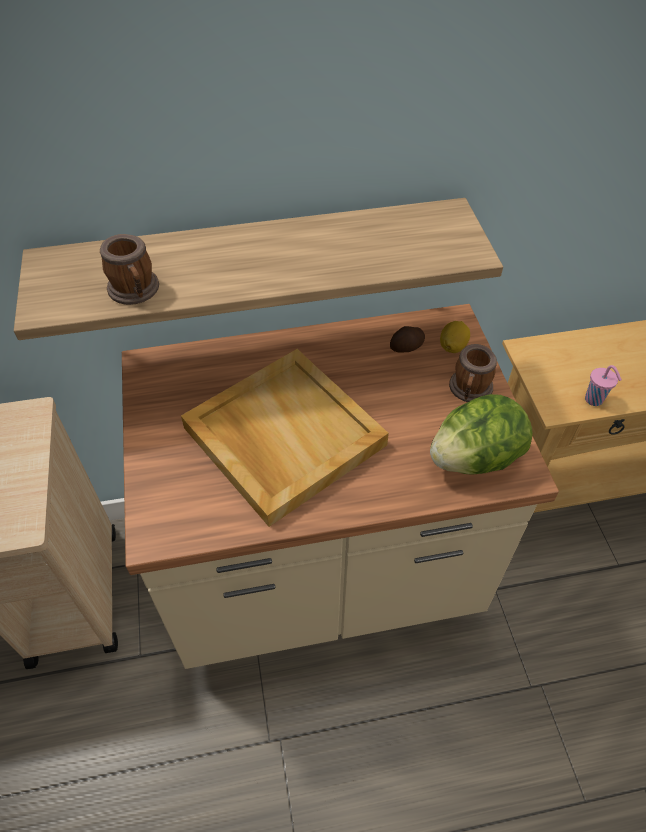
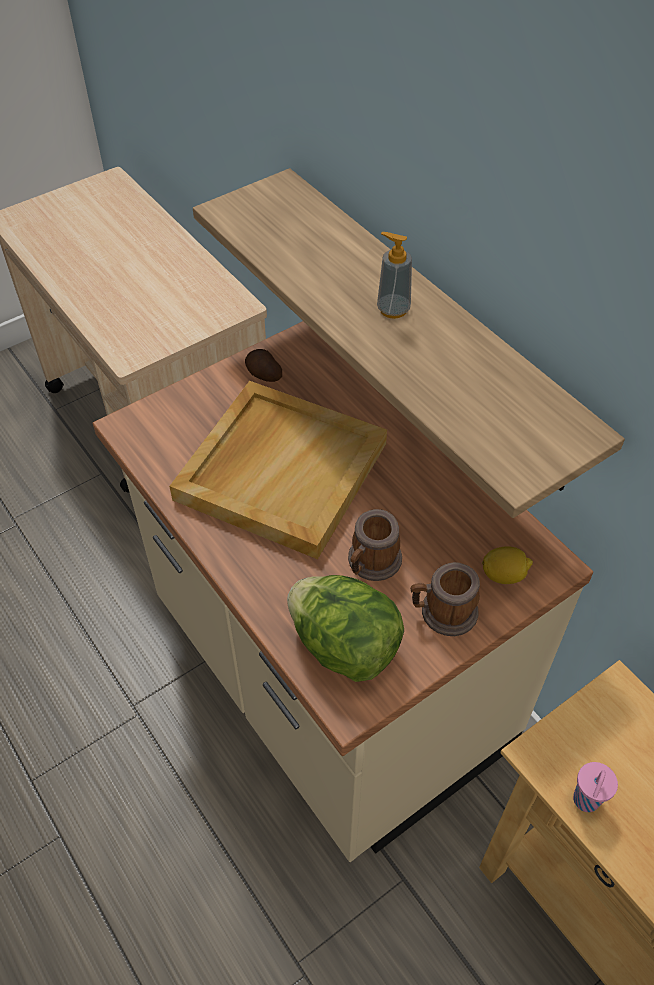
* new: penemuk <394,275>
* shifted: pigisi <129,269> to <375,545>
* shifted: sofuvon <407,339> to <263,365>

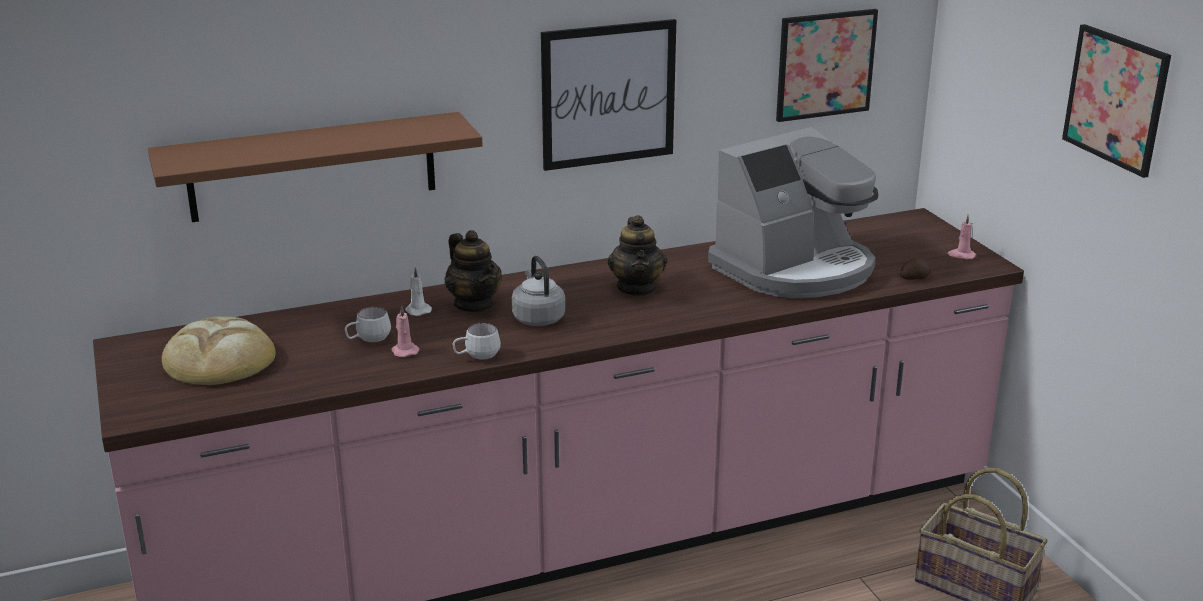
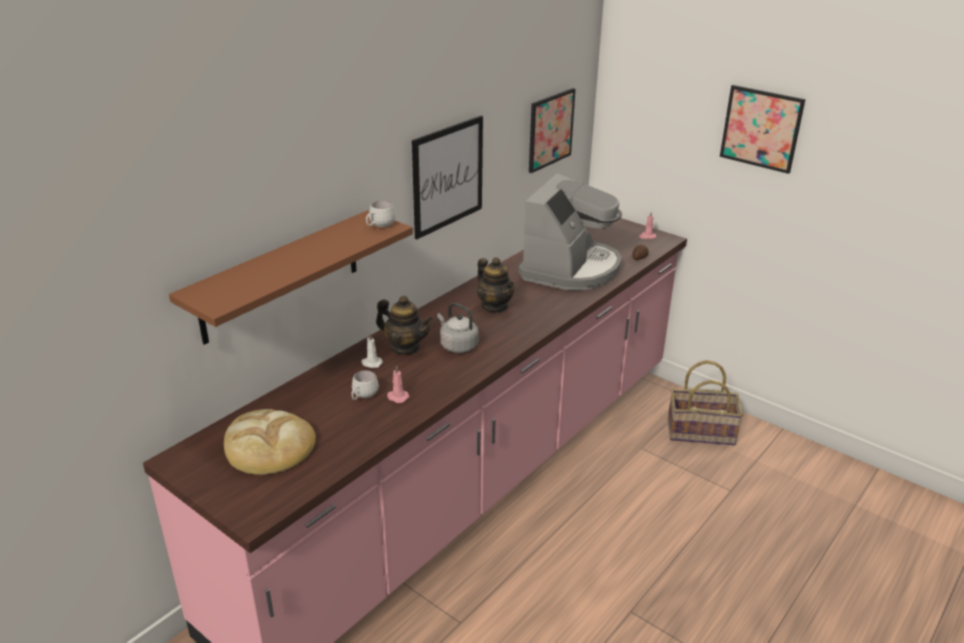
* shifted: pigisi (white) <477,341> to <381,214>

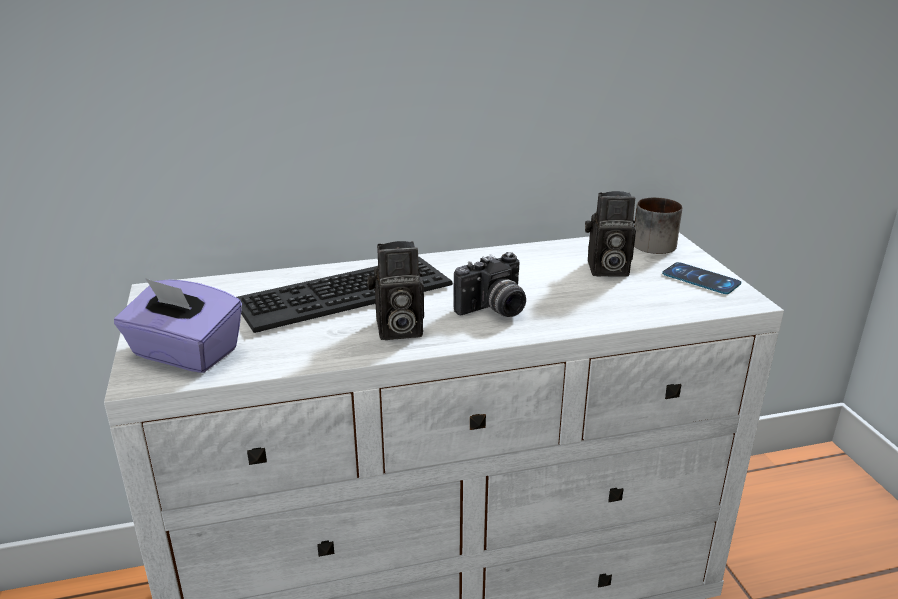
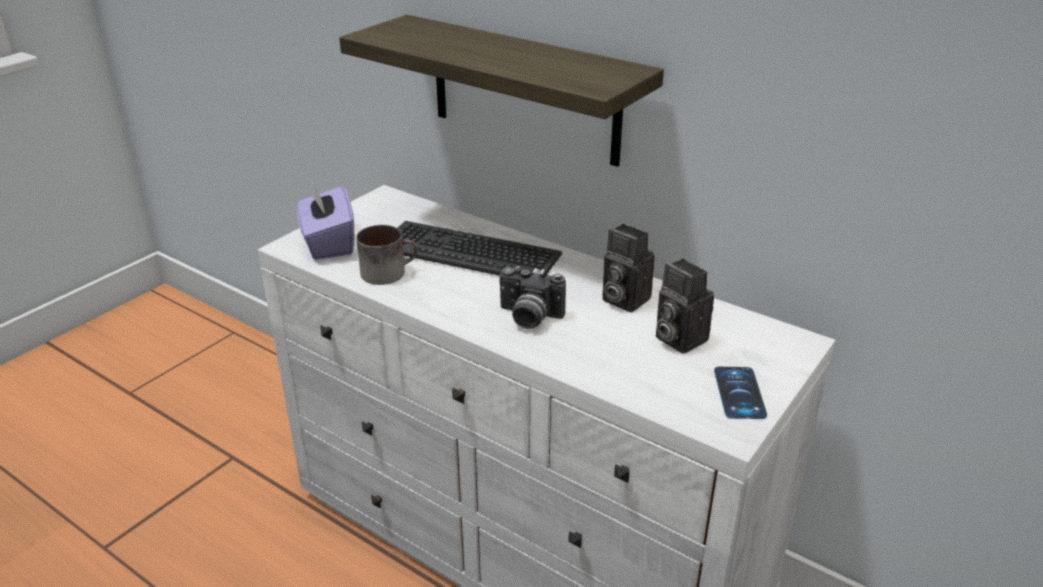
* new: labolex <501,91>
* shifted: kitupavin <395,290> to <628,268>
* shifted: pigisi <658,225> to <387,255>

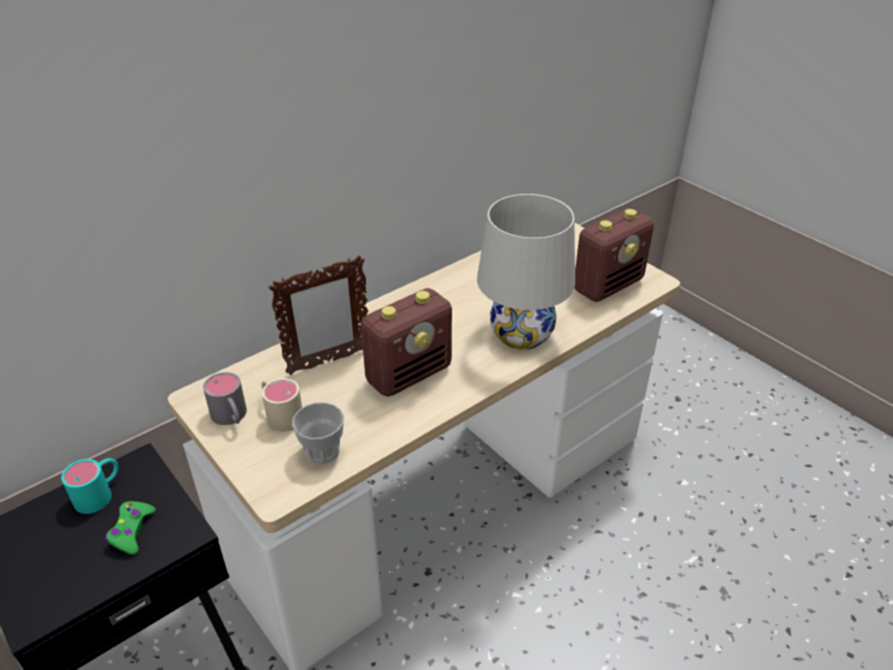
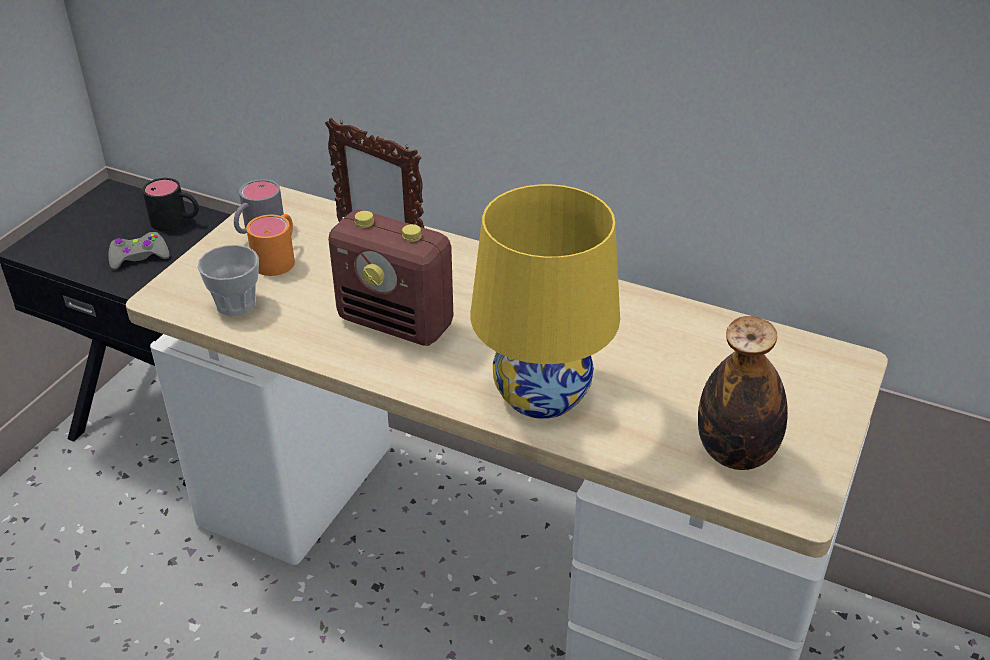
* swapped: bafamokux <614,255> to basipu <743,393>
* repainted: pigisi (turquoise) <90,486> to pigisi (black) <170,204>
* repainted: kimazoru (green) <131,528> to kimazoru (grey) <139,251>
* repainted: pigisi (beige) <281,405> to pigisi (orange) <270,245>
* repainted: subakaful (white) <526,272> to subakaful (yellow) <545,301>

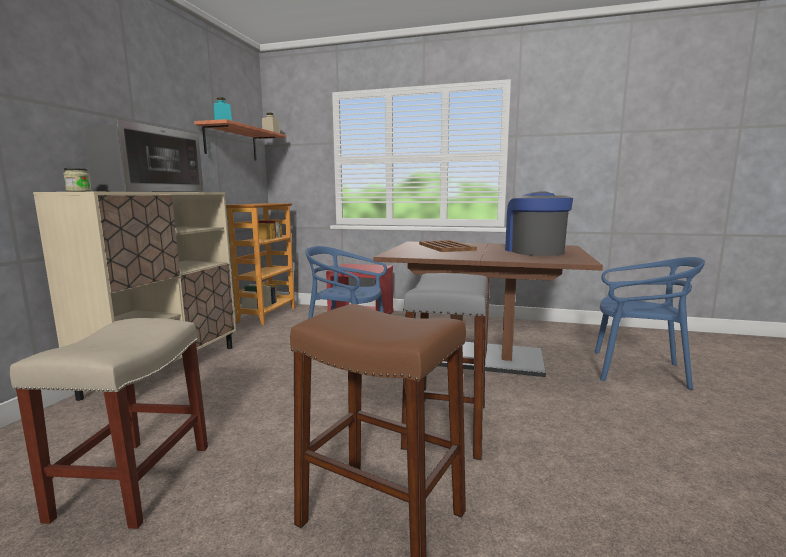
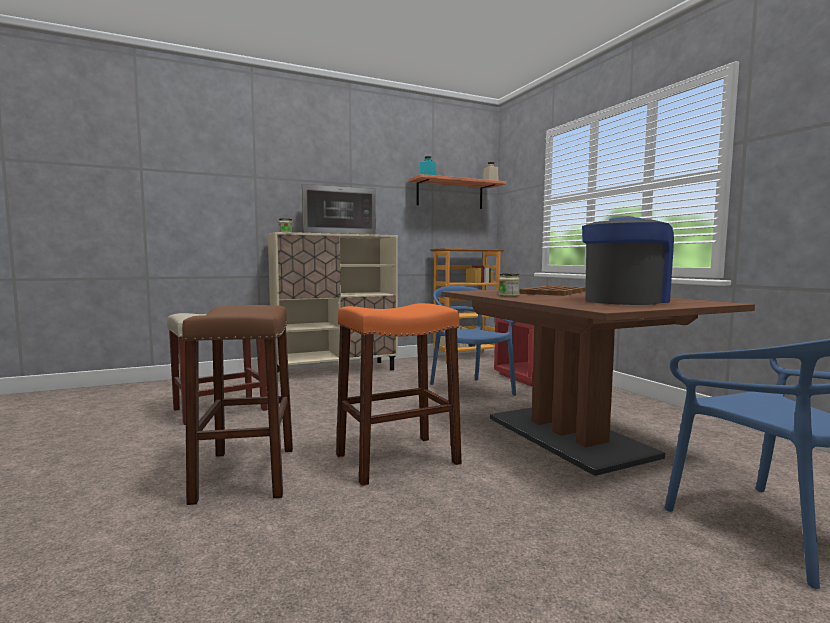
* new: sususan <509,284>
* repainted: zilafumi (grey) <444,366> to zilafumi (orange) <399,394>

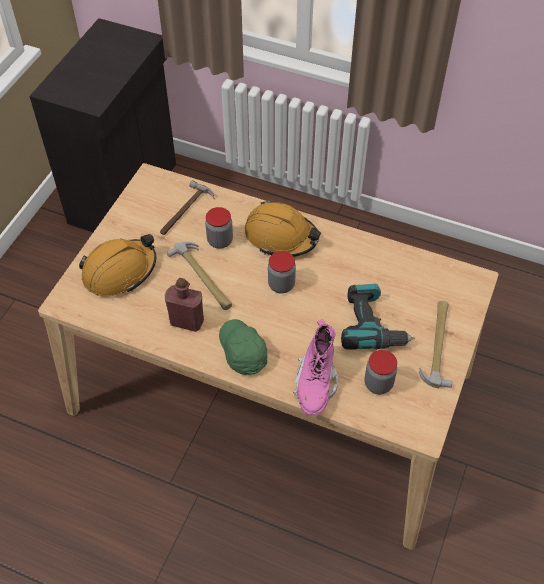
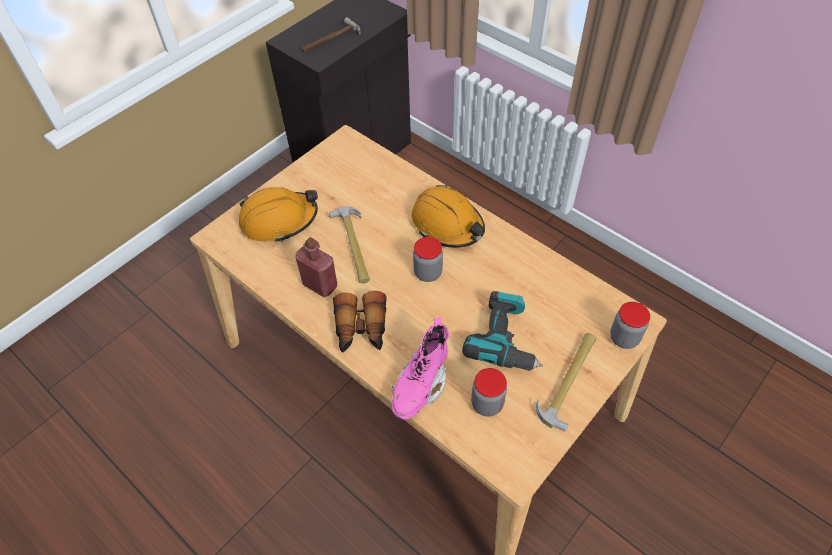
* shifted: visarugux <187,207> to <331,34>
* shifted: sususan <219,228> to <630,325>
* swapped: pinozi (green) <243,347> to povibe <360,321>

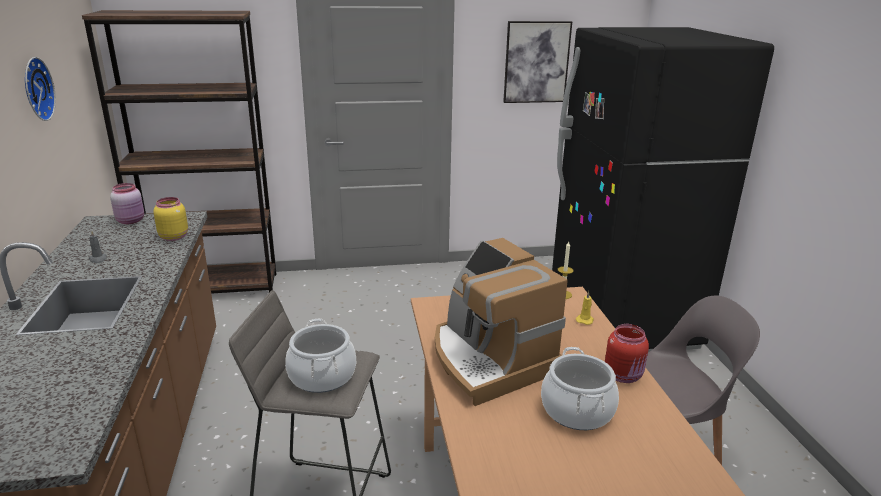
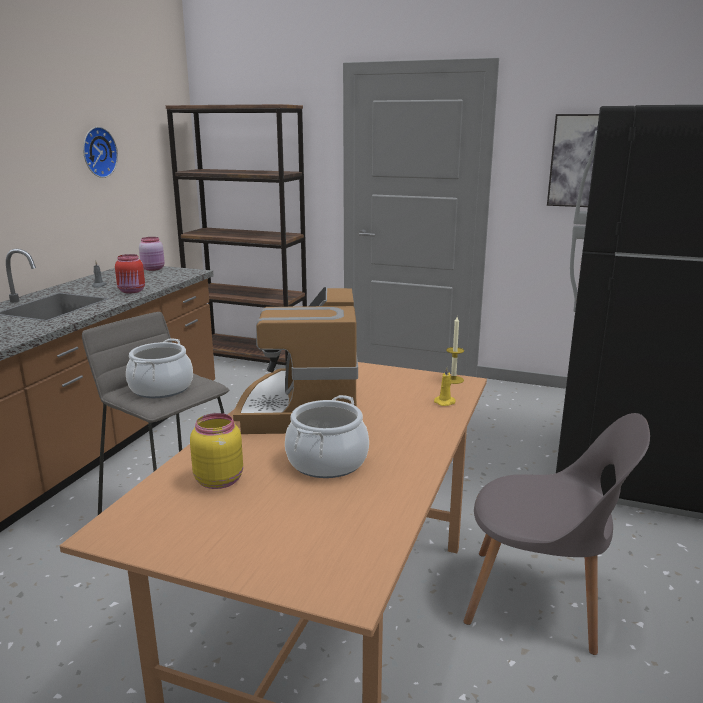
* shifted: sususan (yellow) <170,219> to <216,451>
* shifted: sususan (red) <627,353> to <130,274>

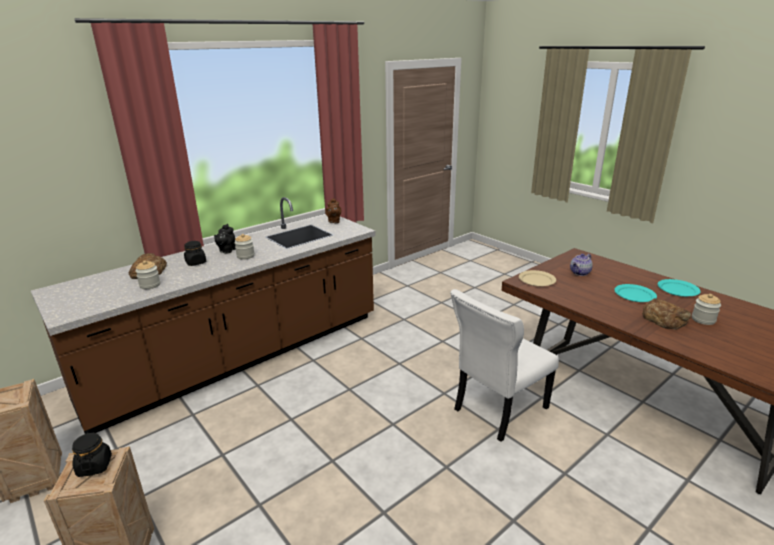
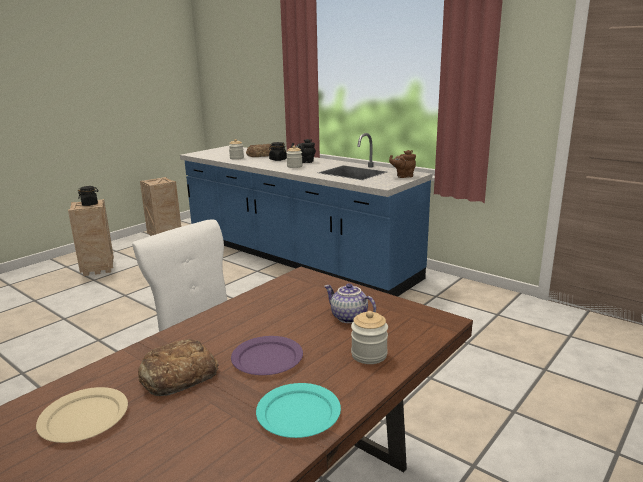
* shifted: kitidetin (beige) <537,278> to <82,415>
* shifted: sususan <706,309> to <369,337>
* repainted: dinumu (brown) <203,315> to dinumu (blue) <306,215>
* repainted: kitidetin (turquoise) <635,293> to kitidetin (purple) <267,355>

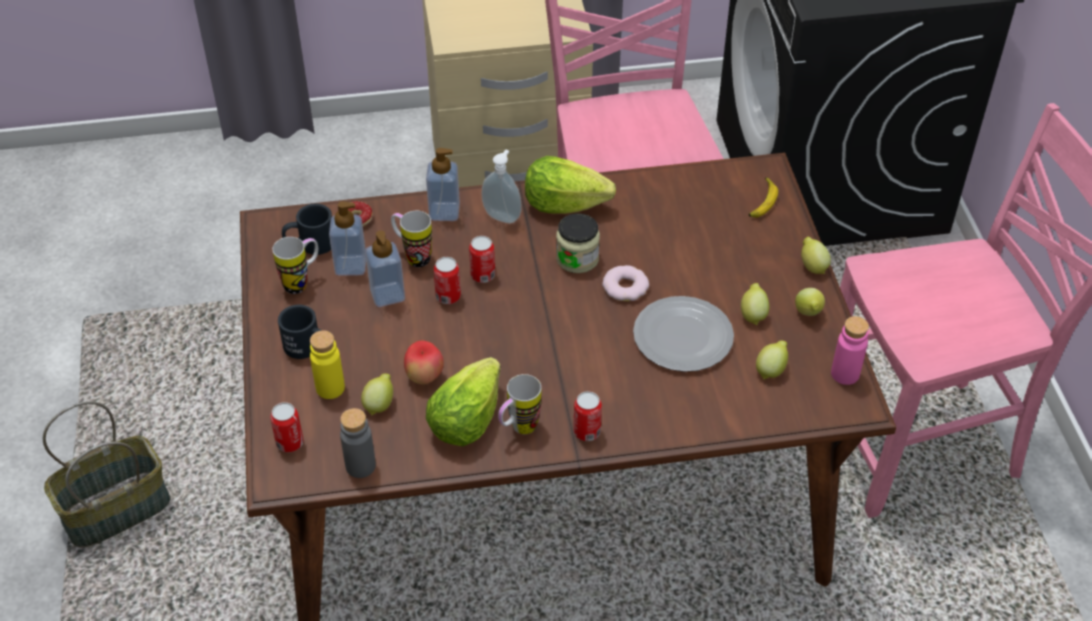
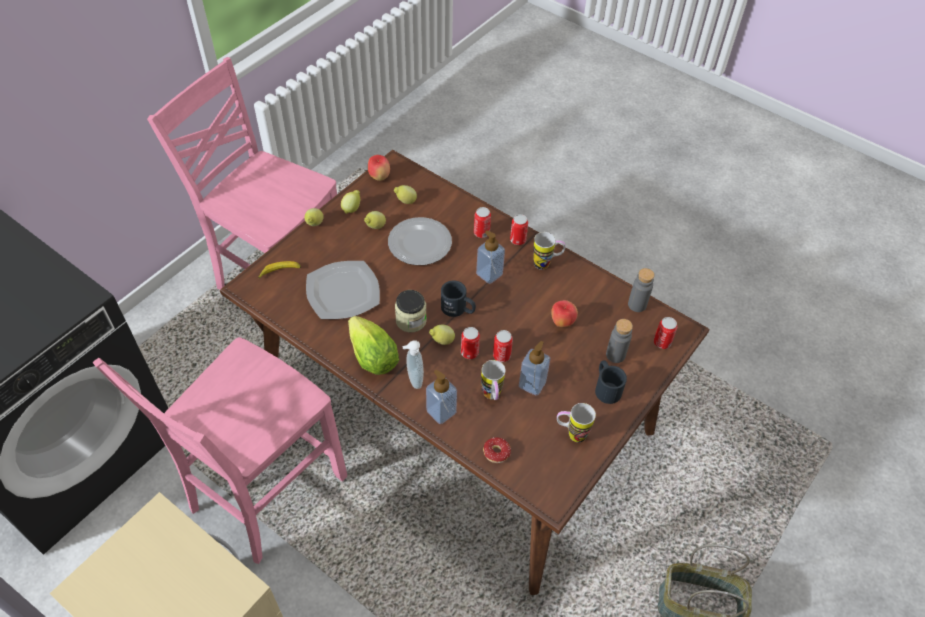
* gone: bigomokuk <463,401>
* gone: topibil <625,283>
* new: kitidetin <343,290>
* new: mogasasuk <482,222>
* shifted: pigisi (black) <307,229> to <458,298>
* shifted: penemuk <347,238> to <490,257>
* shifted: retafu <377,394> to <442,335>
* swapped: basipu (pink) <850,350> to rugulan <379,168>
* repainted: basipu (yellow) <327,364> to basipu (grey) <619,341>

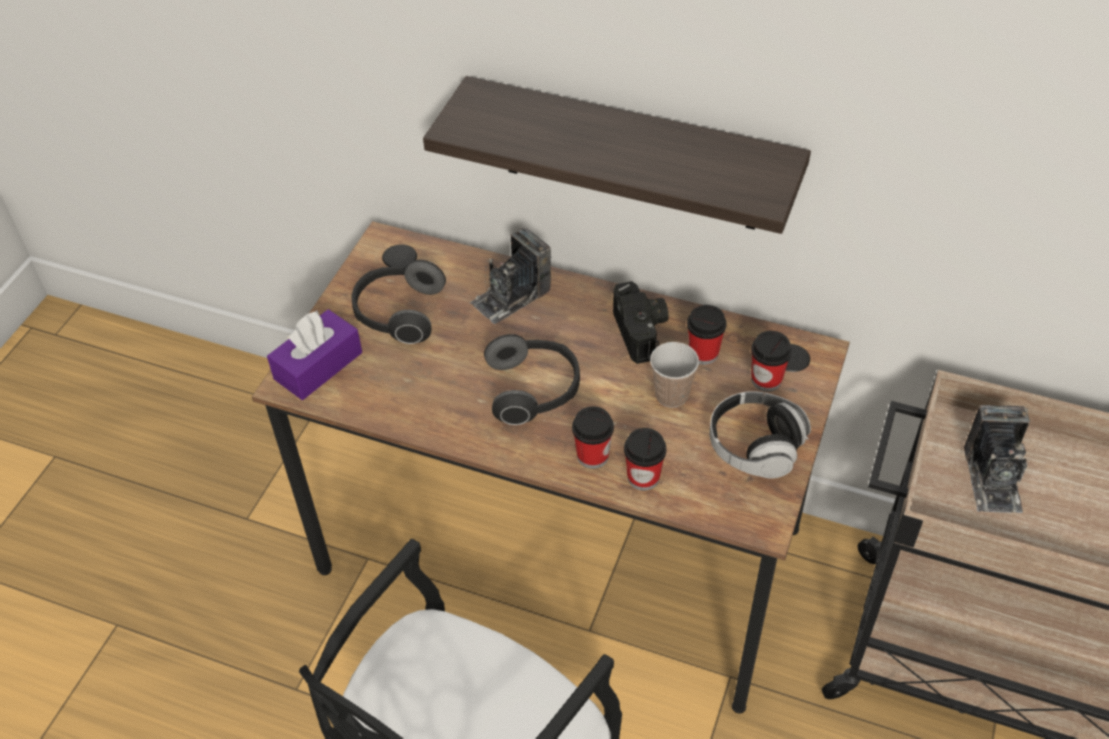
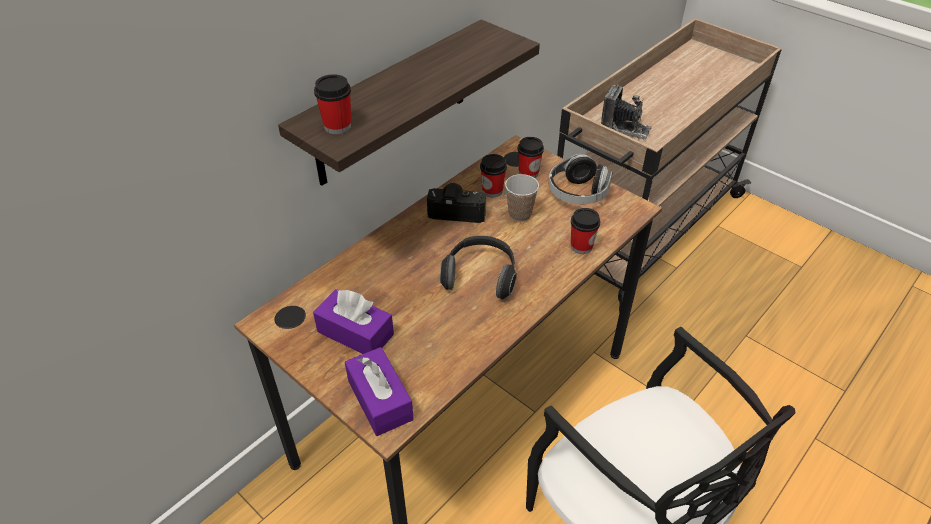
* gone: kitupavin <510,276>
* shifted: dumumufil <593,437> to <332,104>
* swapped: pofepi <399,302> to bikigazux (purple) <353,321>

